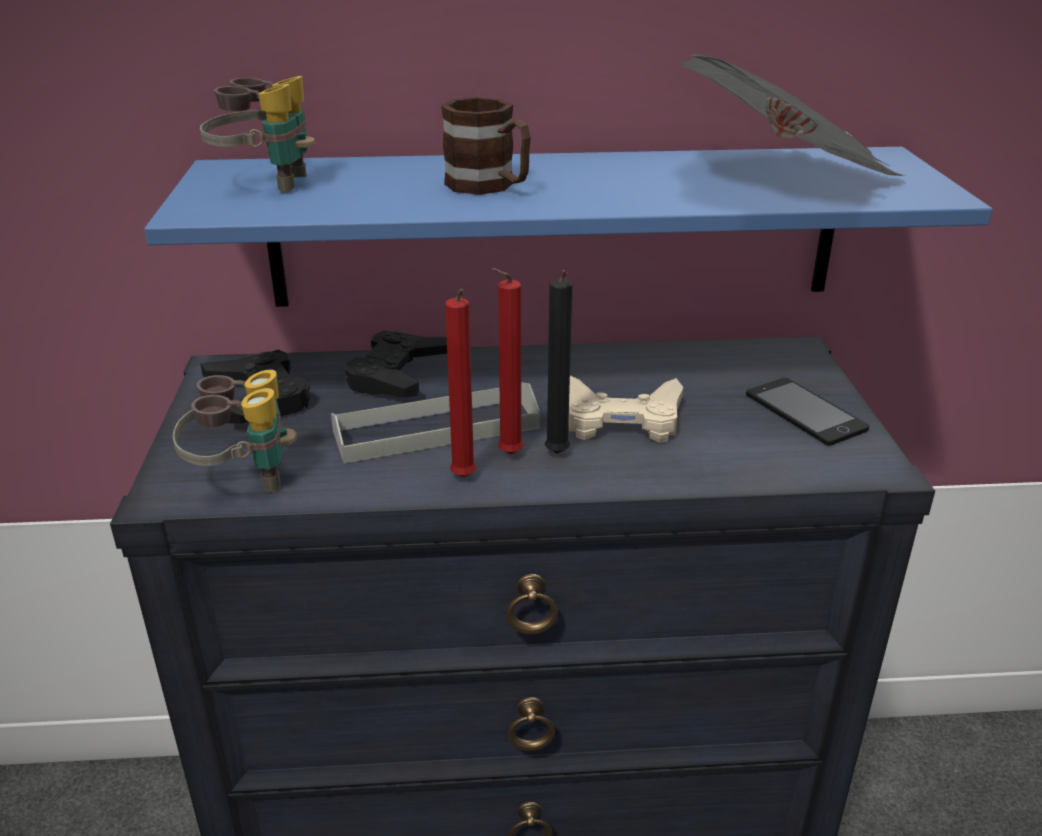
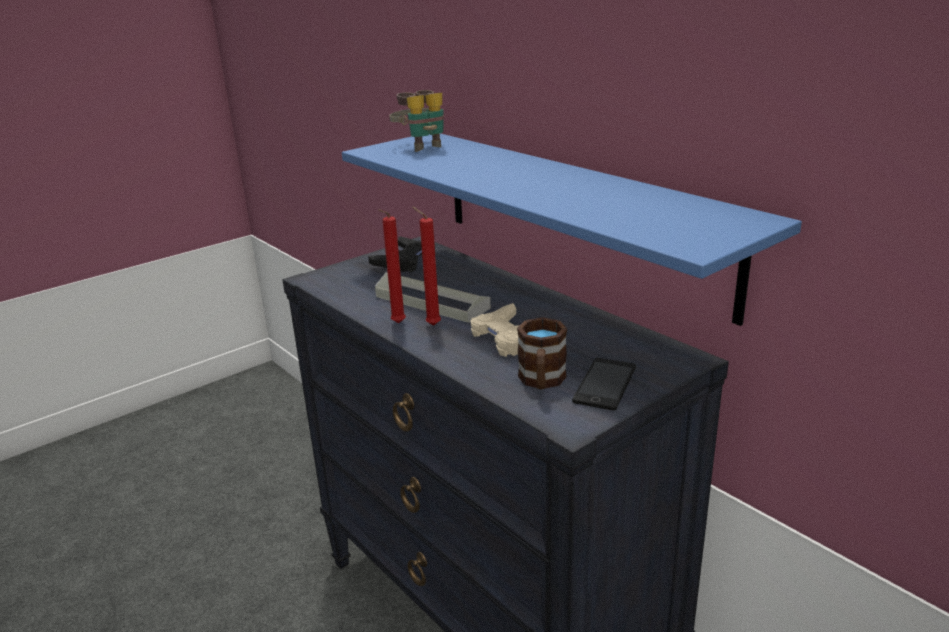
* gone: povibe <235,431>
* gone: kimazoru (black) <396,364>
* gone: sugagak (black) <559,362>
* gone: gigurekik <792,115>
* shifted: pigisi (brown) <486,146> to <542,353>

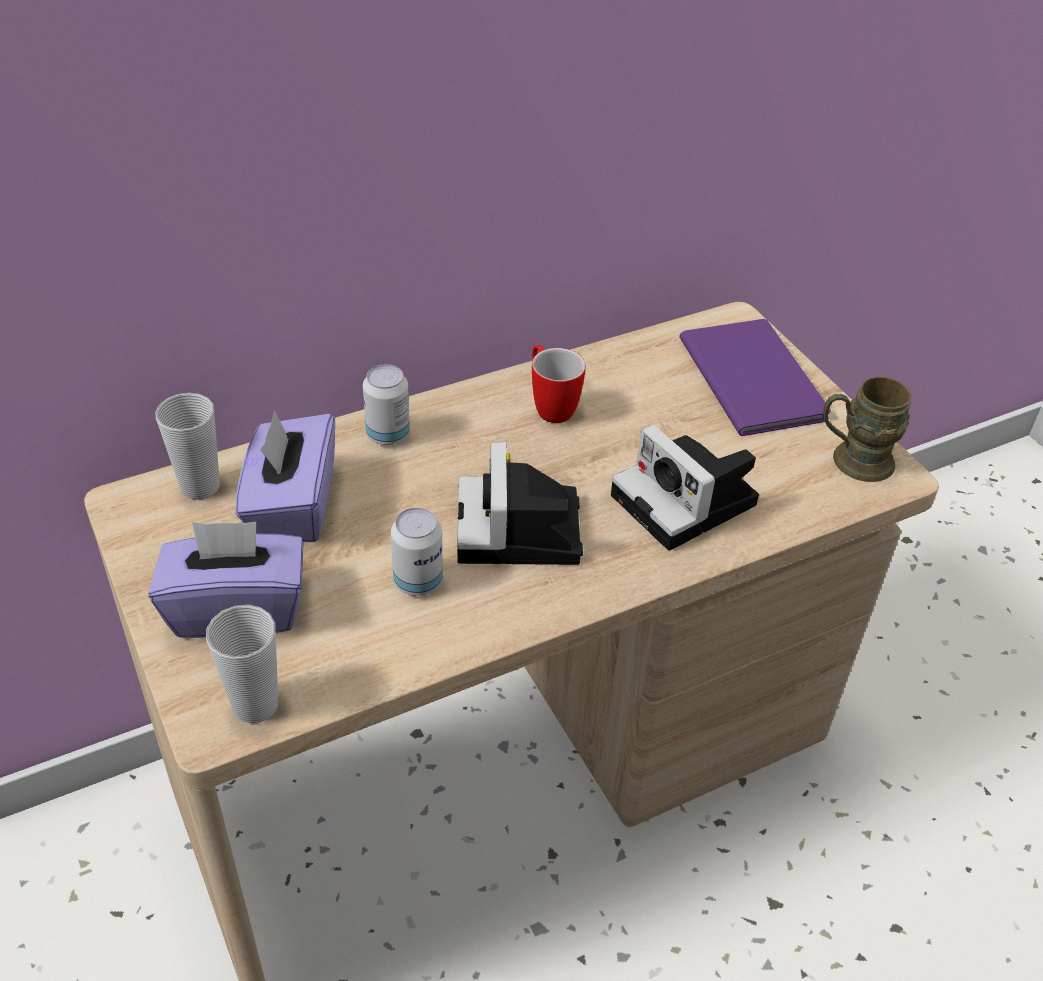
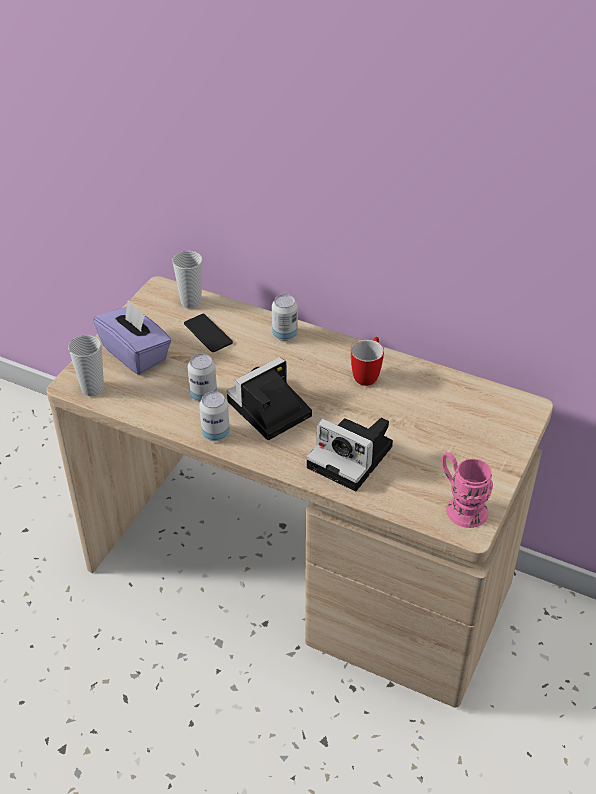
* gone: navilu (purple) <755,377>
* new: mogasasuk <214,416>
* swapped: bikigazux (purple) <285,476> to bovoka <208,333>
* repainted: pigisi (brown) <867,429> to pigisi (pink) <467,490>
* rotated: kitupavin <685,488> = <349,454> 75 degrees counterclockwise

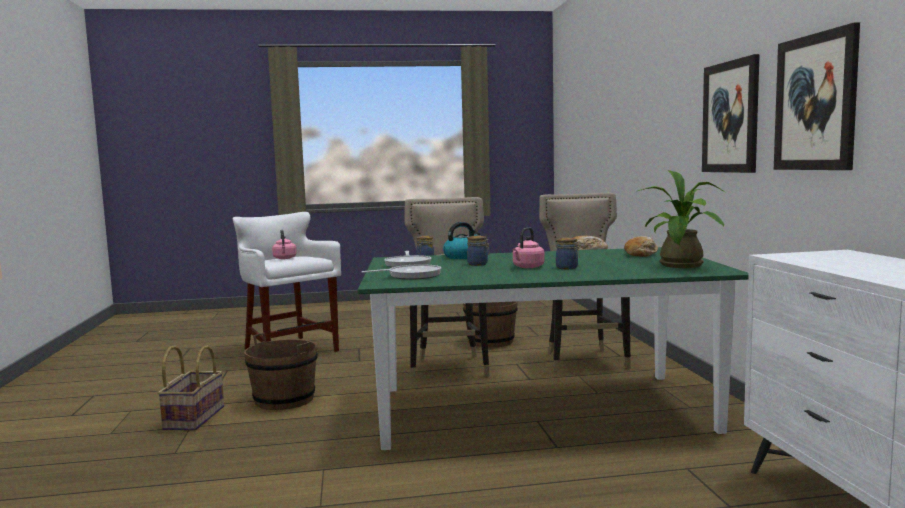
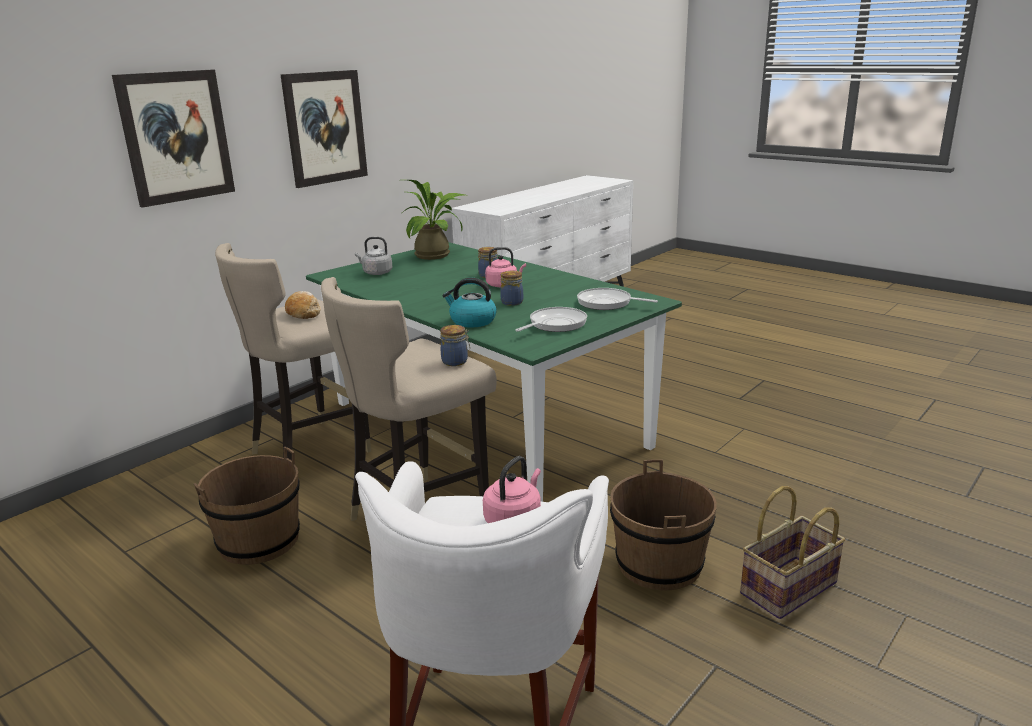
* shifted: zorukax <817,96> to <173,139>
* swapped: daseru <641,246> to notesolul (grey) <373,256>

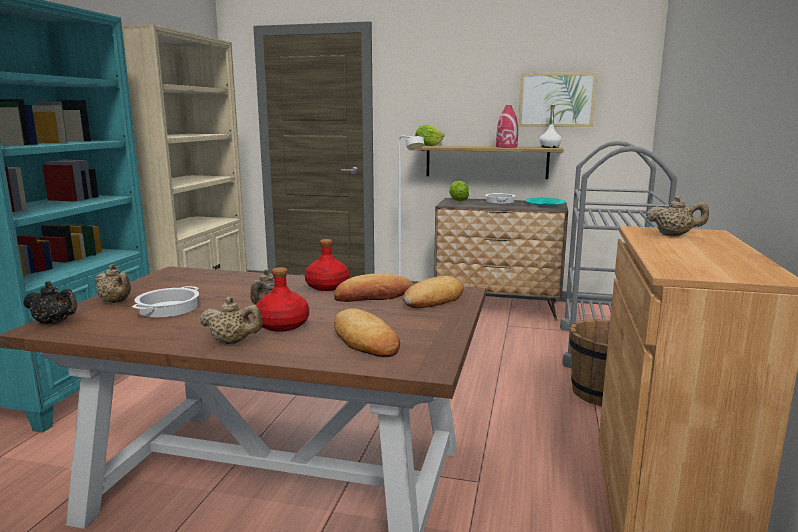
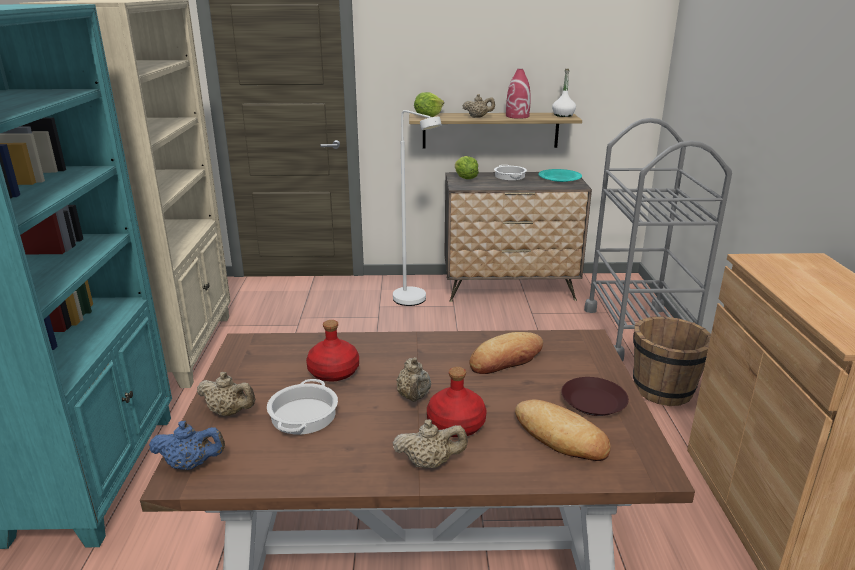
* gone: daseru <433,292>
* gone: zorukax <557,99>
* new: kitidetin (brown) <595,396>
* shifted: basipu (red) <327,265> to <332,350>
* shifted: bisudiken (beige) <677,216> to <478,106>
* repainted: bisudiken (black) <50,303> to bisudiken (blue) <187,445>

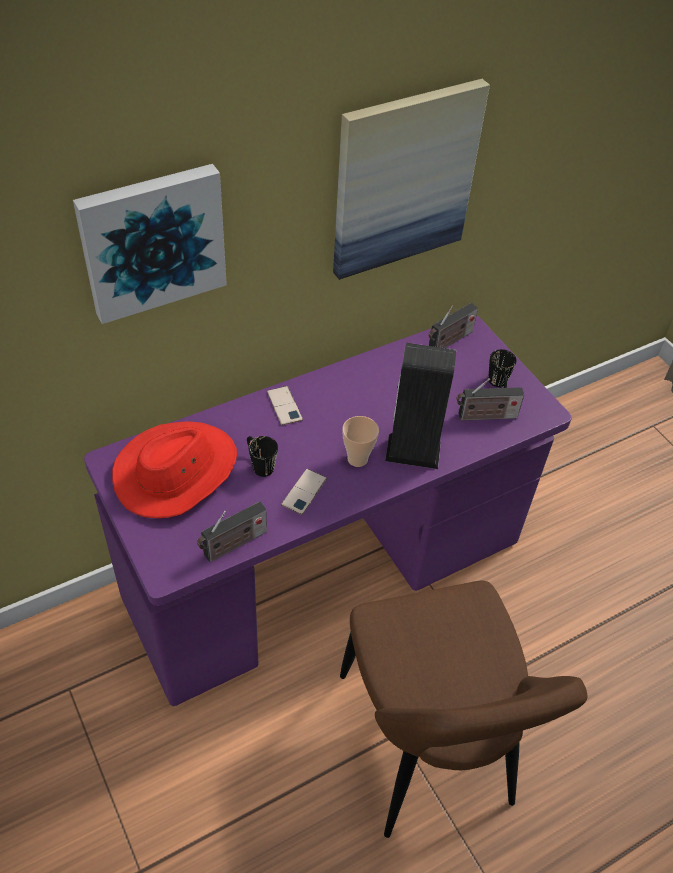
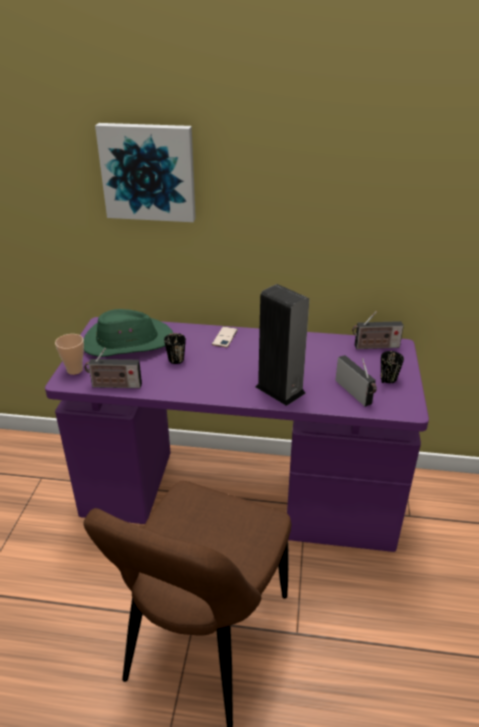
* gone: bovoka <304,492>
* gone: zorukax <411,179>
* shifted: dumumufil <360,441> to <69,354>
* repainted: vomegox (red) <174,469> to vomegox (green) <128,333>
* rotated: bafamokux <490,399> = <356,381> 150 degrees counterclockwise

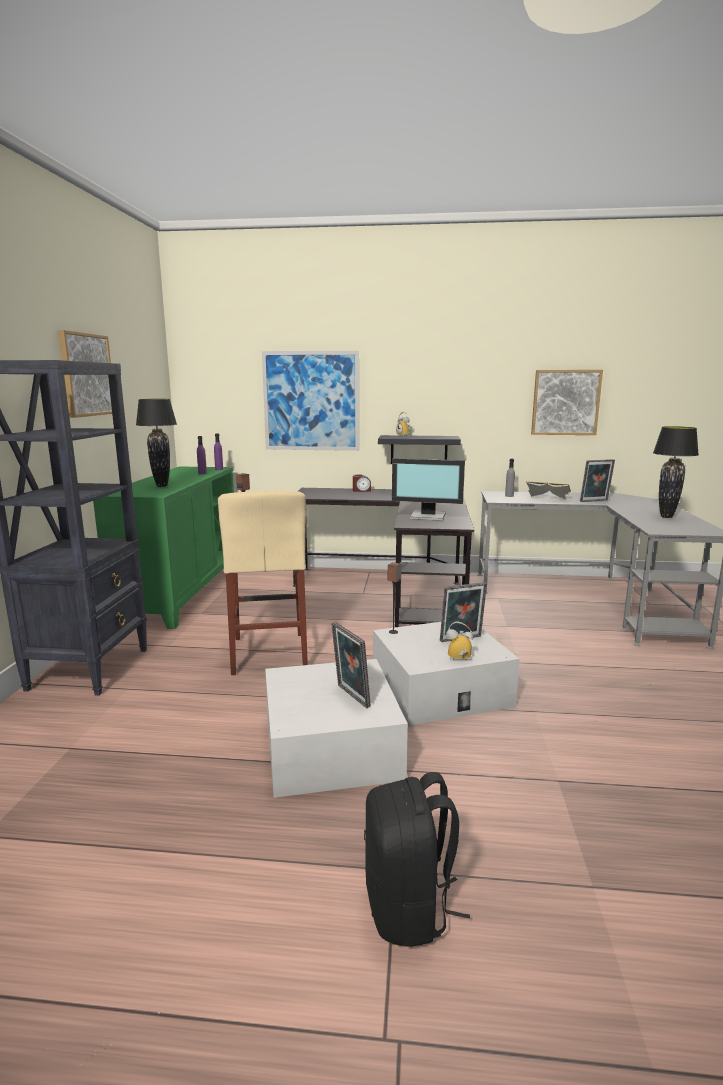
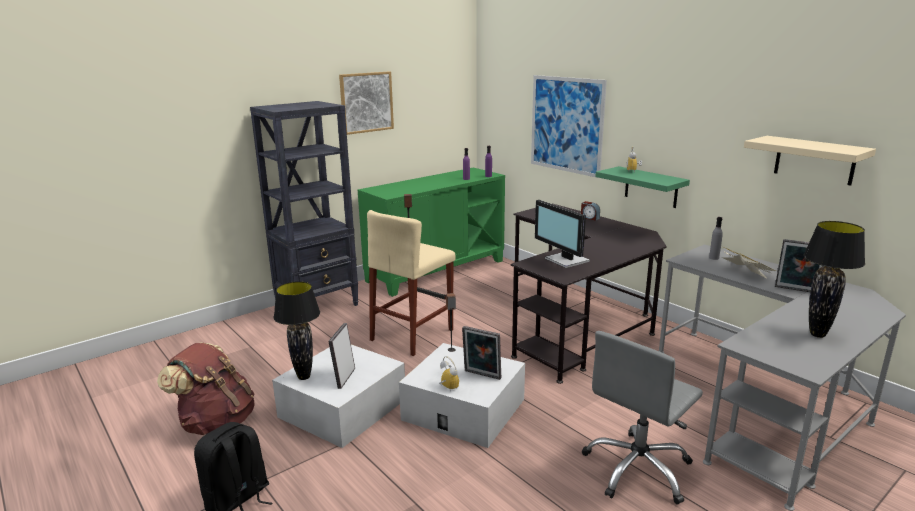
* new: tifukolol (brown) <205,389>
* new: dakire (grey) <642,418>
* shifted: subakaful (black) <156,443> to <297,330>
* swapped: zorukax <567,402> to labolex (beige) <810,161>
* repainted: labolex (black) <419,449> to labolex (green) <642,187>

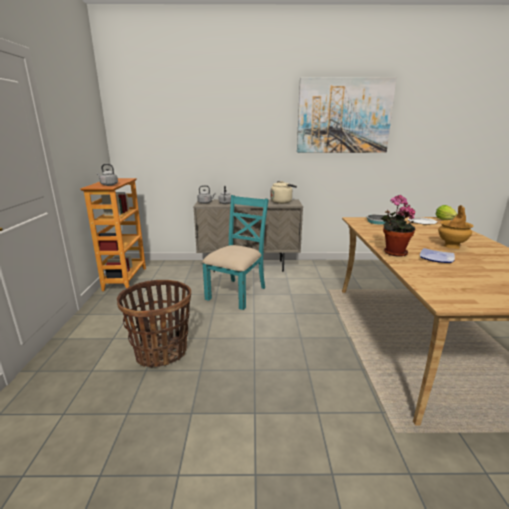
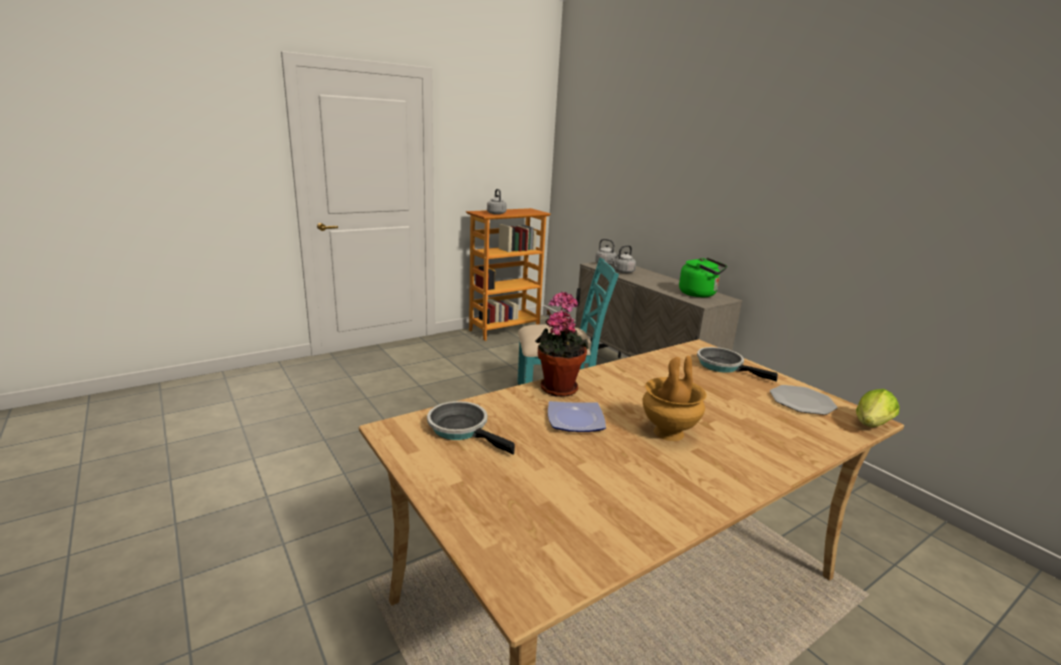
* gone: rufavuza <154,324>
* gone: zorukax <347,115>
* new: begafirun <471,427>
* repainted: notesolul (beige) <284,192> to notesolul (green) <703,277>

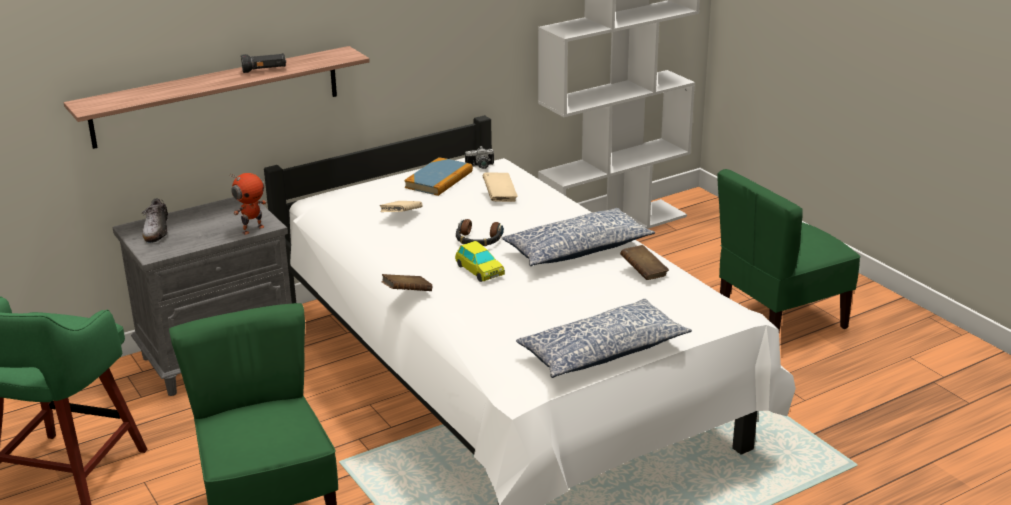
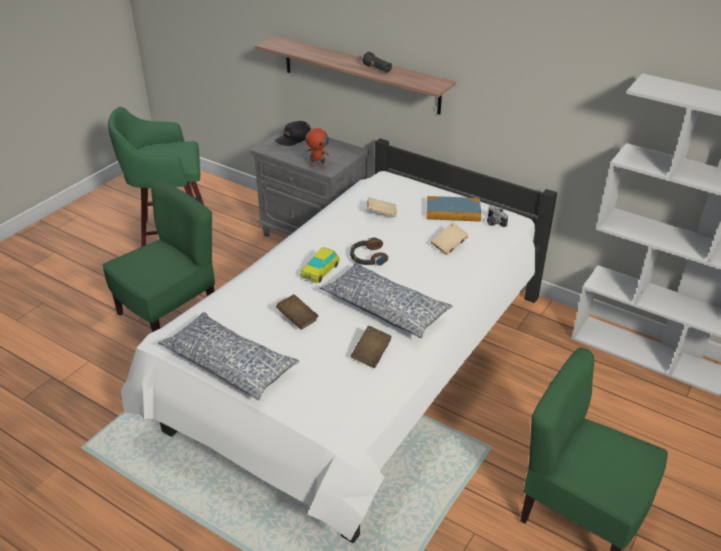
* shifted: navilu (brown) <406,282> to <297,312>
* swapped: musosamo <155,221> to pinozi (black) <293,133>

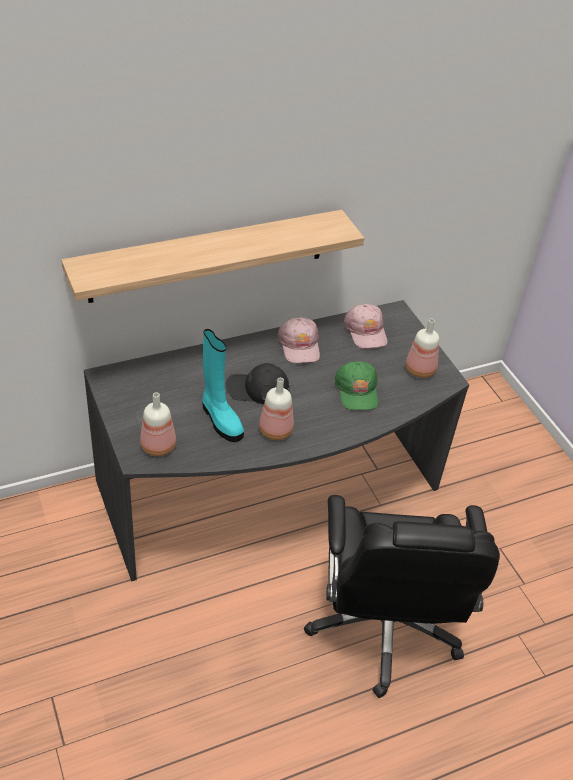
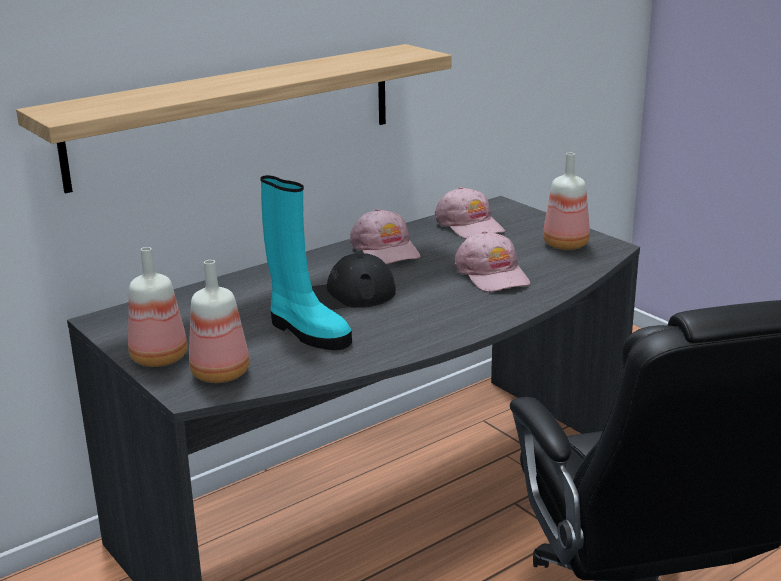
* shifted: basipu <276,409> to <158,307>
* repainted: pinozi (green) <356,385> to pinozi (pink) <492,261>

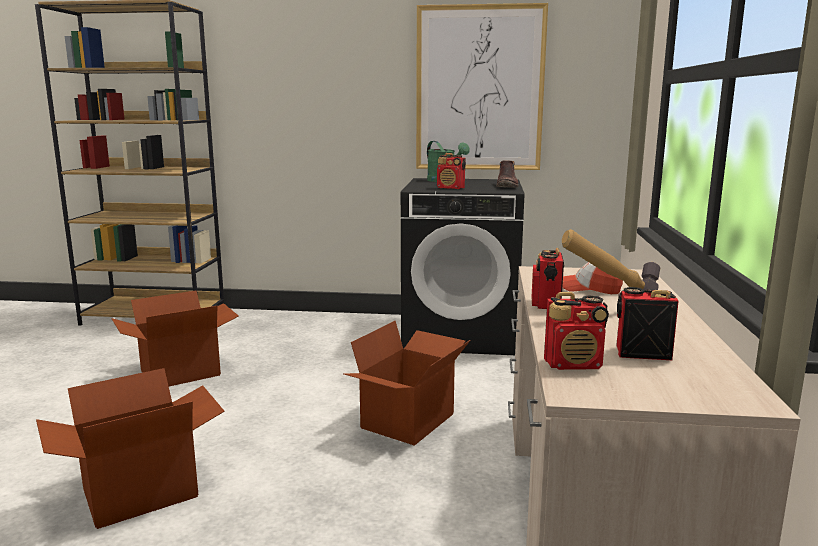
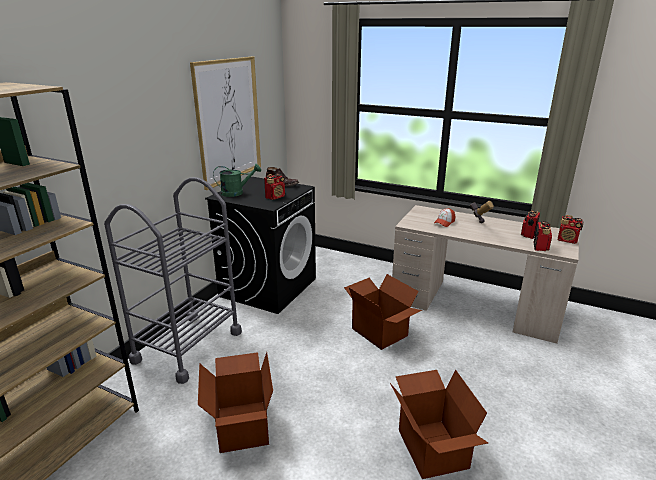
* new: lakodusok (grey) <173,280>
* shifted: bafamokux <548,278> to <571,229>

